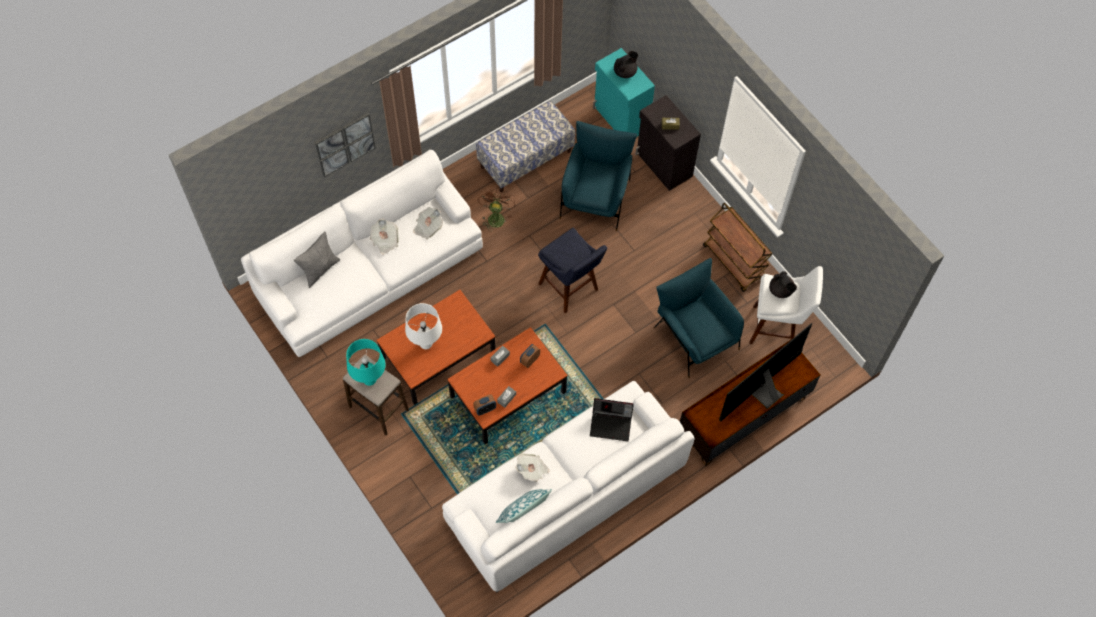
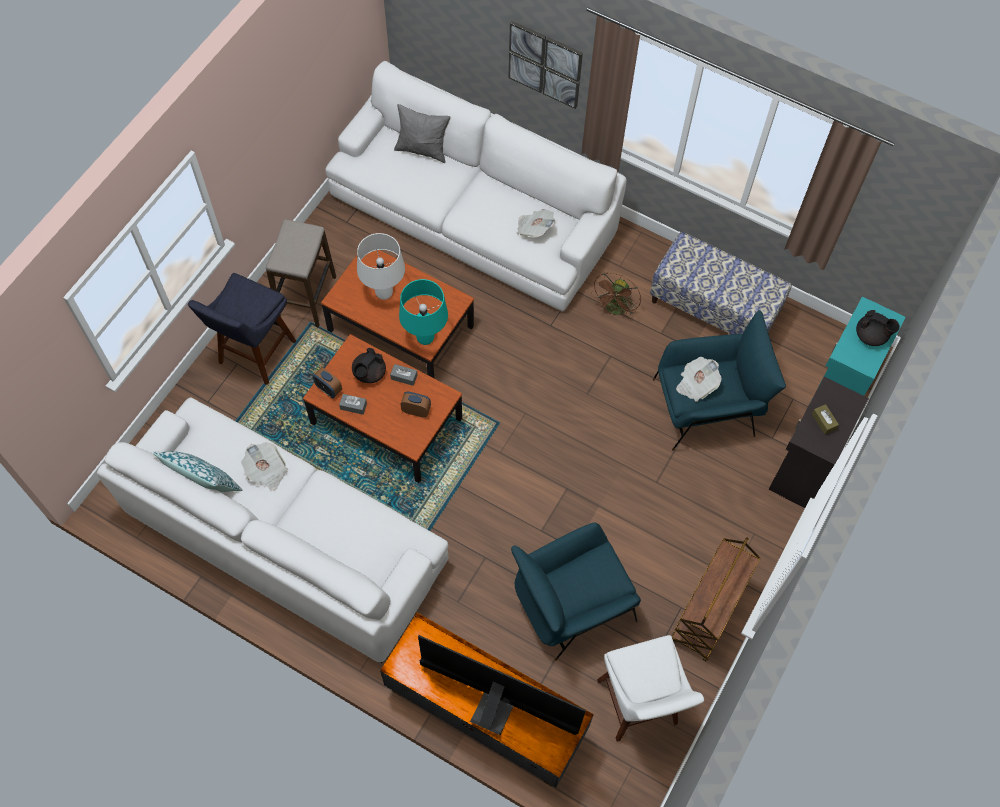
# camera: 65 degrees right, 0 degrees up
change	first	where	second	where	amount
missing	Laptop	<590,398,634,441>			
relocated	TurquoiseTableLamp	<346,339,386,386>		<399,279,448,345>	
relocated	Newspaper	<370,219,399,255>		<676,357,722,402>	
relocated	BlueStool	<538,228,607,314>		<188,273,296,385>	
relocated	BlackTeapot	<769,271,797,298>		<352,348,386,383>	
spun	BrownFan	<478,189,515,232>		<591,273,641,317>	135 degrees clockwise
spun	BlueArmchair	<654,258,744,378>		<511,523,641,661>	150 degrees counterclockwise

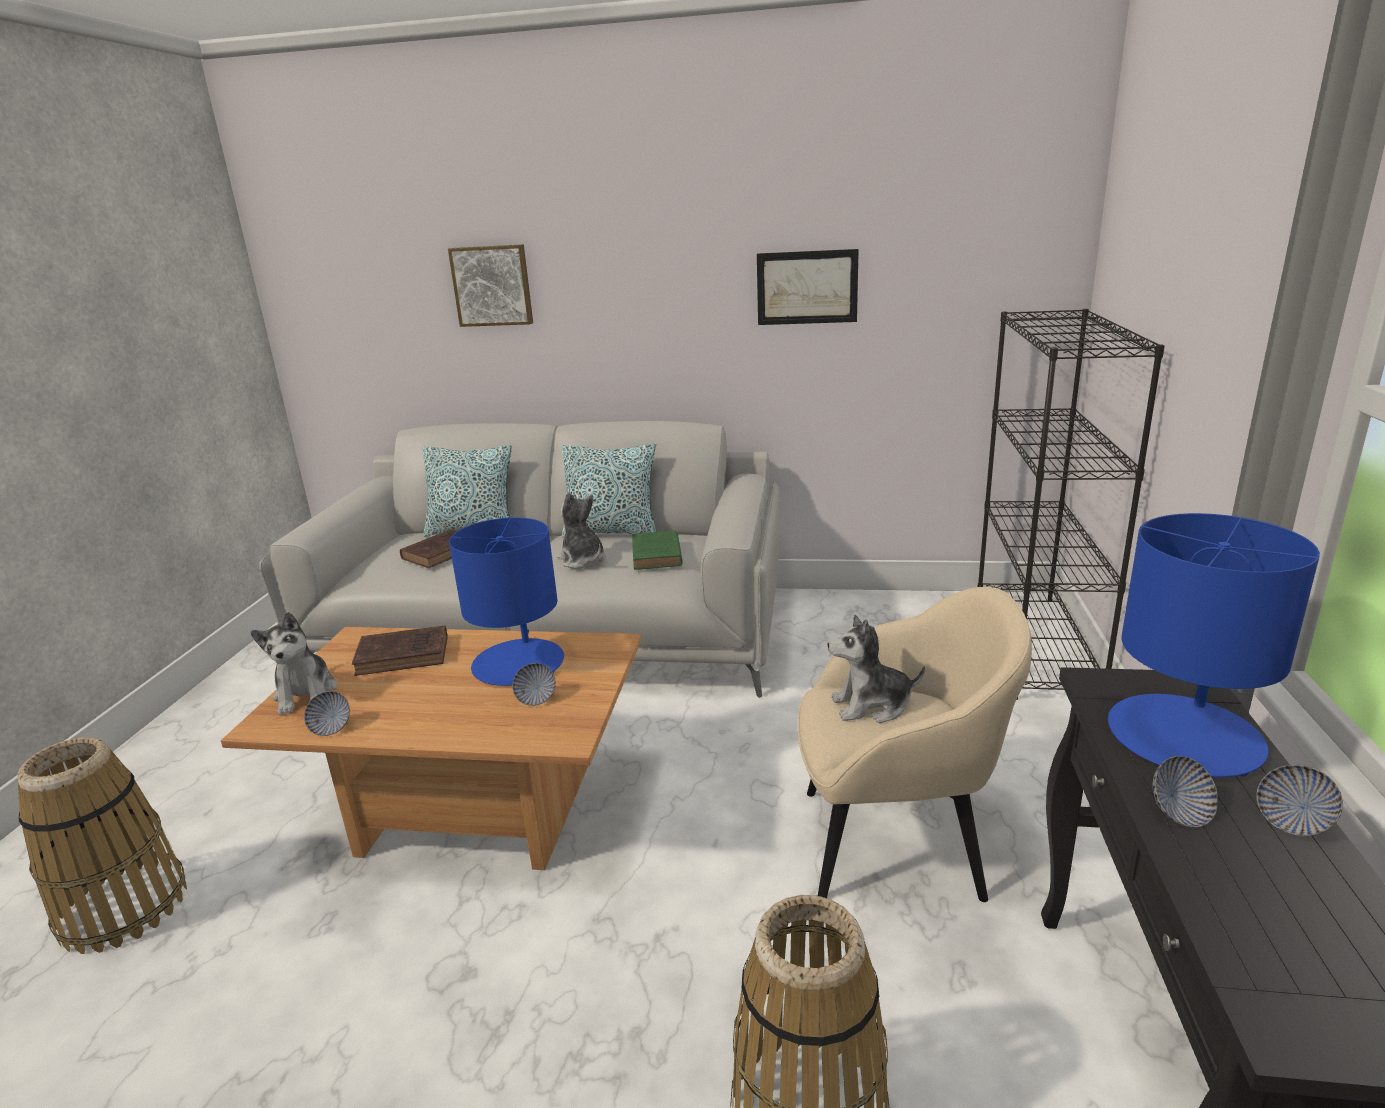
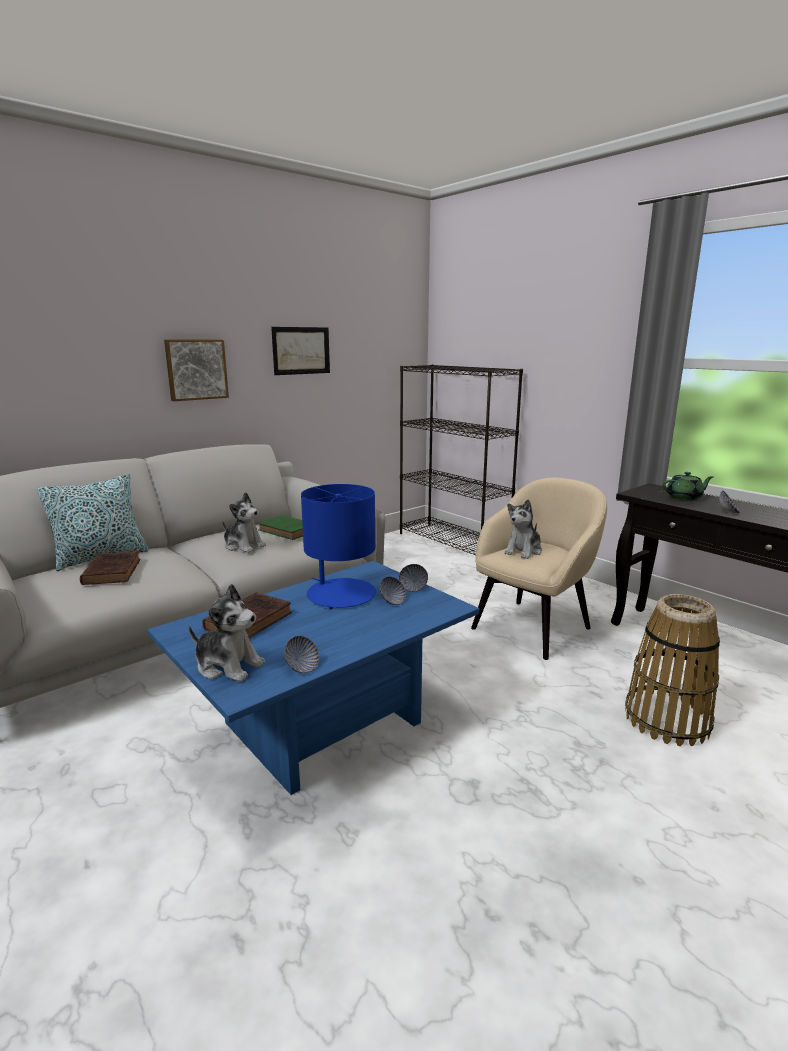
# camera: 50 degrees left, 5 degrees down
change	first	where	second	where	amount
missing	Basket	<17,737,187,954>			
missing	Pillow	<561,443,656,537>			
relocated	Picture	<448,244,533,327>		<164,340,229,401>	
relocated	Bowl	<1256,765,1343,836>		<399,564,428,592>	
exchanged	BlueTableLamp	<1108,513,1320,777>	GreenTeapot	<662,472,713,500>	
colour	BrownCoffeeTable	<221,627,641,870>	BlueCoffeeTable	<148,561,479,795>	
spun	PlushToy	<557,492,606,569>		<222,492,266,553>	150 degrees counterclockwise

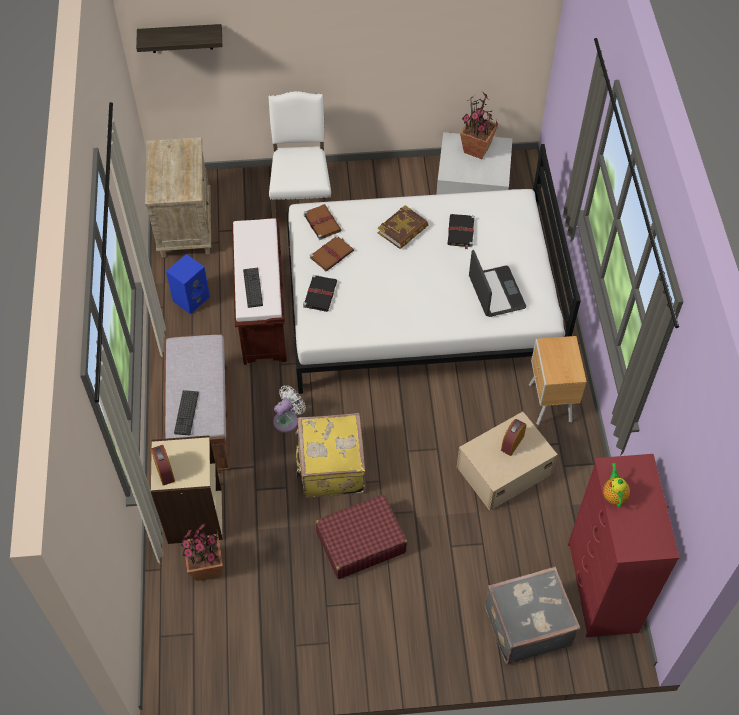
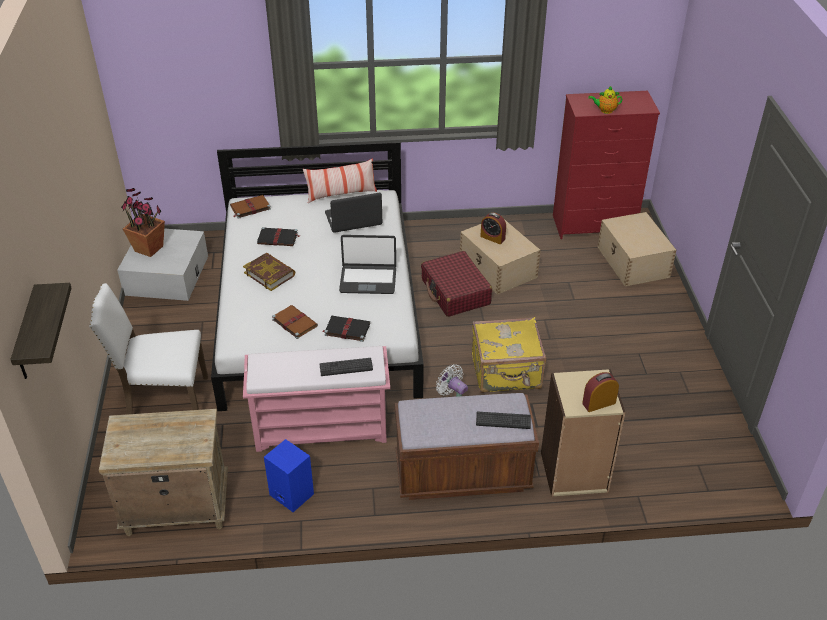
# camera: 90 degrees left, 15 degrees down
change	first	where	second	where	amount
missing	PottedPlant	<181,523,223,581>			
missing	BrownNightstand	<529,336,587,425>			
appeared			Pillow	<303,158,377,203>	
appeared			Laptop	<339,235,396,294>	
relocated	BrownBook	<304,204,342,240>		<230,195,271,219>	
relocated	RedSuitcase	<316,494,407,579>		<421,251,492,317>	
exchanged	GreySuitcase	<485,567,580,664>	BeigeStorageBox	<598,212,676,286>	
colour	BrownBench	<232,218,287,365>	PinkBench	<243,346,390,452>	

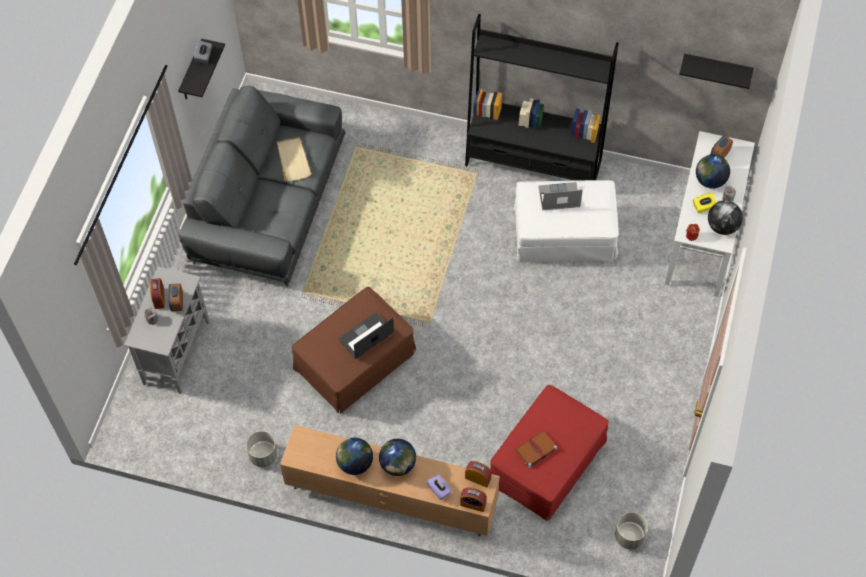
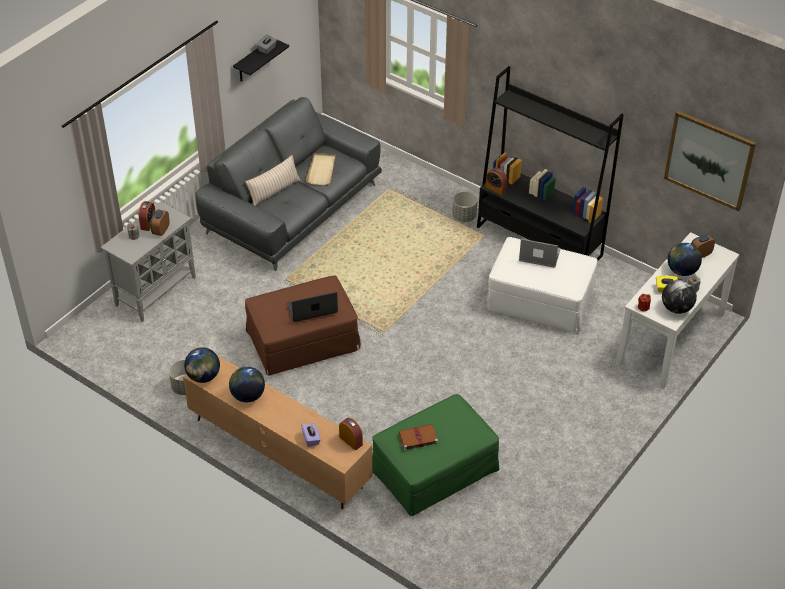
# camera: 20 degrees right, 15 degrees down
change	first	where	second	where	amount
appeared			BeigePillow	<245,155,301,206>	
relocated	Globe	<379,439,416,476>		<184,347,220,383>	
relocated	AlarmClock	<460,487,487,512>		<486,168,507,195>	
relocated	GreyPlanter	<615,512,648,549>		<452,192,478,222>	
exchanged	BlackShelf	<679,54,754,89>	Picture	<664,111,756,211>	
colour	RedOttoman	<490,385,609,521>	GreenOttoman	<372,394,499,516>	

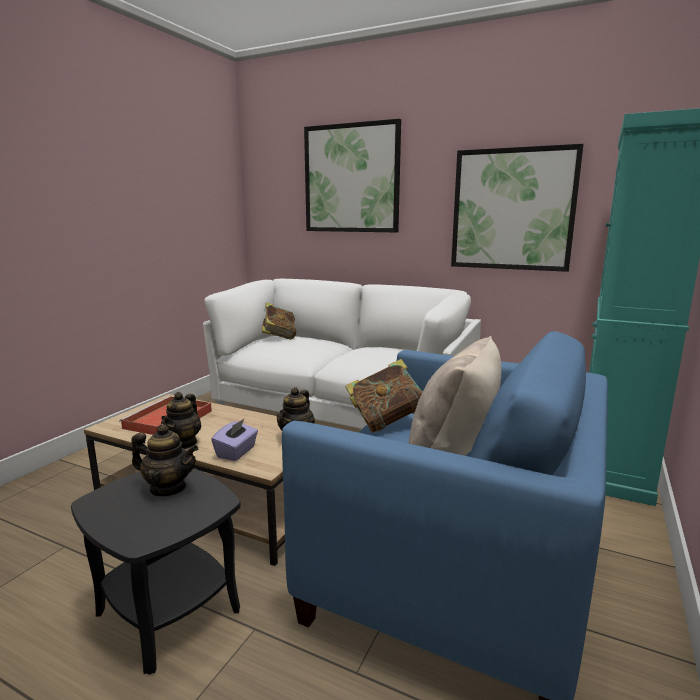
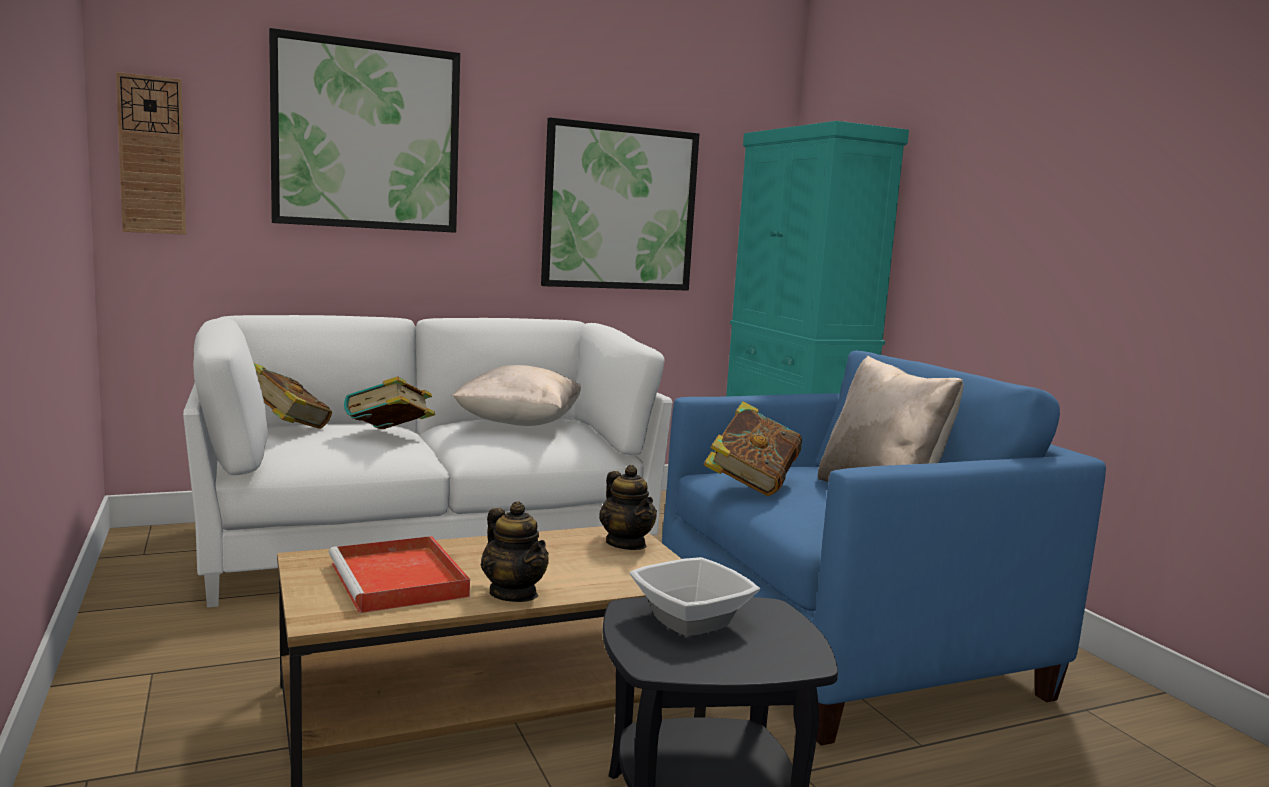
# camera: 50 degrees left, 5 degrees down
change	first	where	second	where	amount
missing	PurpleTissueBox	<211,419,258,461>			
appeared			WallClock	<116,72,186,235>	
appeared			Book	<344,376,435,429>	
appeared			BeigePillow	<452,365,581,426>	
exchanged	Teapot	<132,424,198,496>	Bowl	<629,557,760,636>	

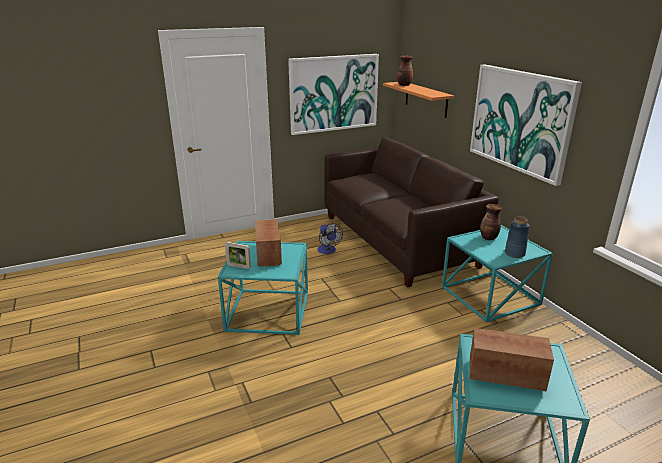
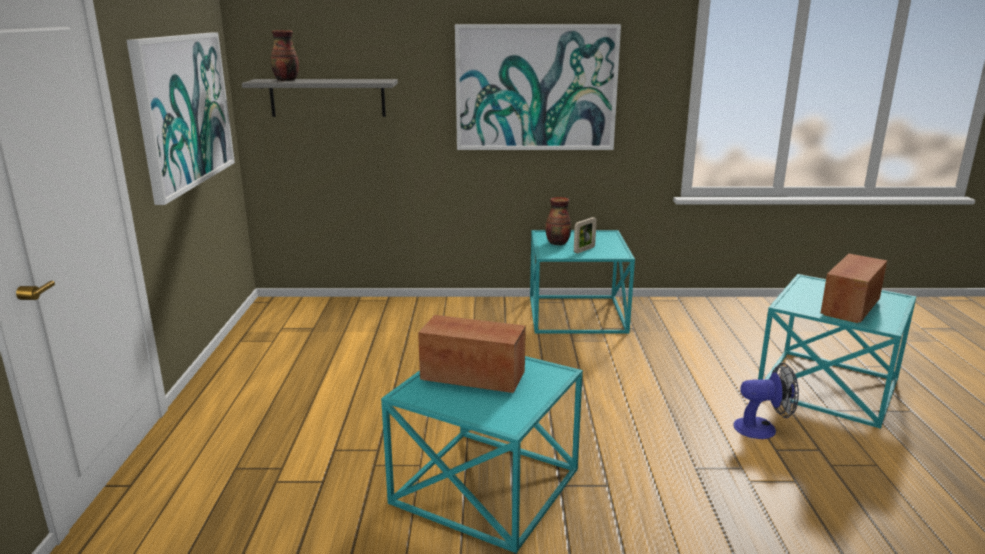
# camera: 65 degrees left, 5 degrees down
change	first	where	second	where	amount
missing	BrownSofa	<324,138,498,287>			
missing	BlueVase	<505,216,530,258>			
relocated	PictureFrame	<225,242,251,269>		<574,217,597,253>	
relocated	Fan	<318,223,343,254>		<733,363,799,439>	
colour	OrangeShelf	<383,82,454,118>	GreyShelf	<242,79,398,117>	

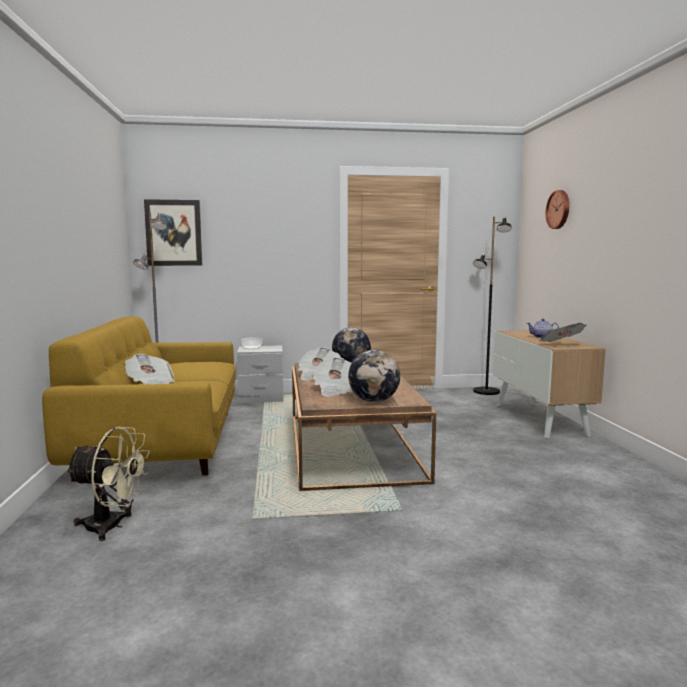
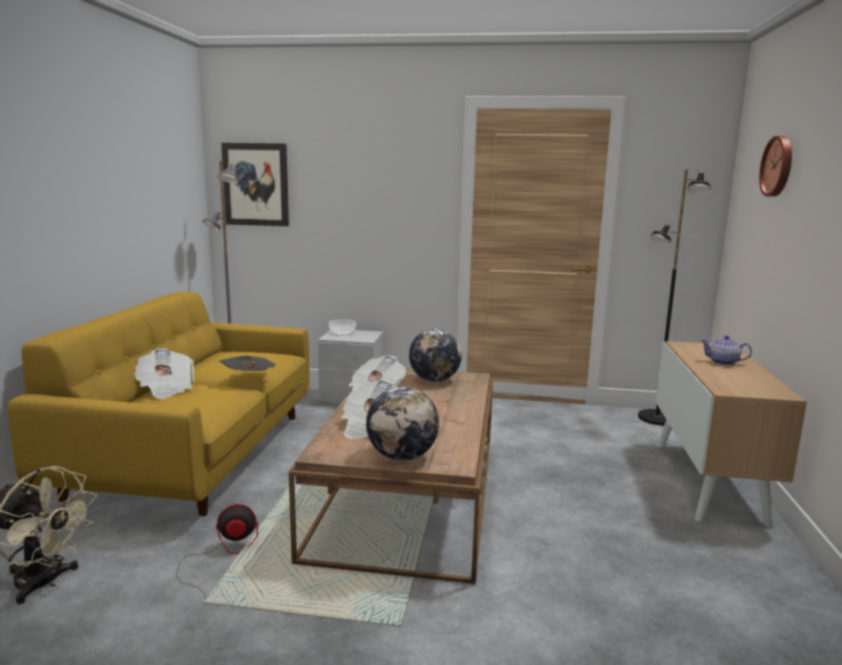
# camera: 15 degrees right, 5 degrees up
change	first	where	second	where	amount
appeared			Fan	<176,504,258,604>	
relocated	Newspaper	<539,323,587,342>		<219,356,276,371>	

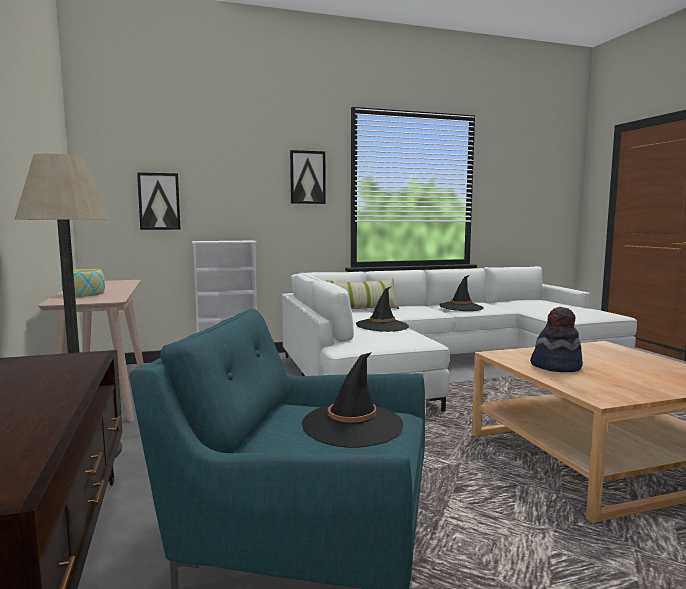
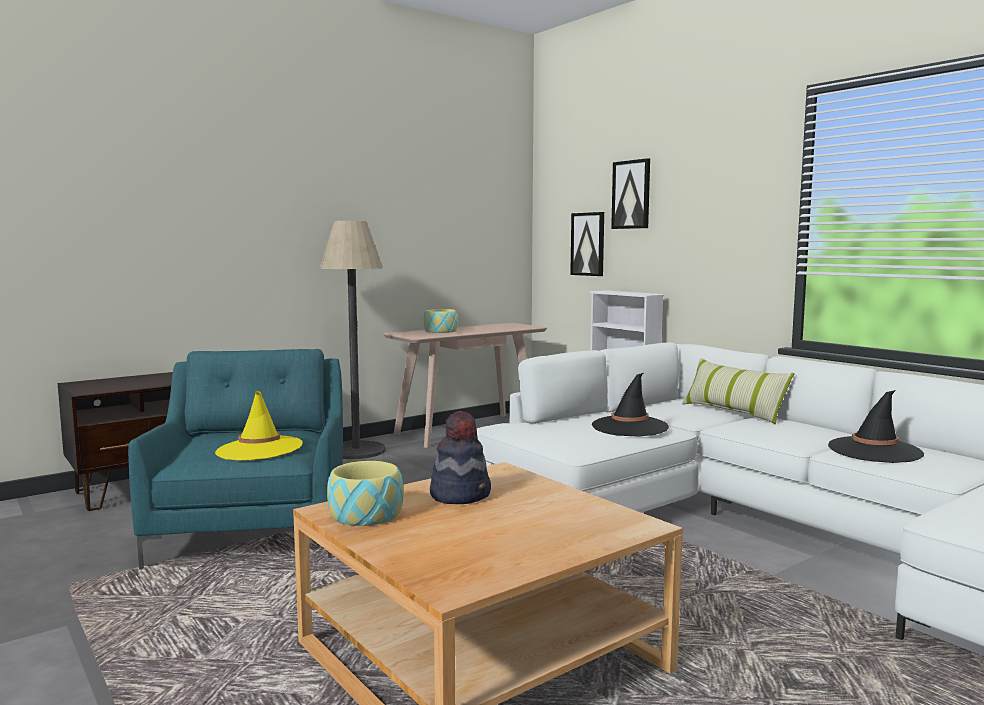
# camera: 70 degrees right, 0 degrees up
change	first	where	second	where	amount
appeared			Bowl	<327,461,403,526>	
relocated	Picture	<290,150,326,204>		<611,158,650,229>	
colour	BlackHat	<302,352,403,448>	YellowHat	<215,390,303,461>	

